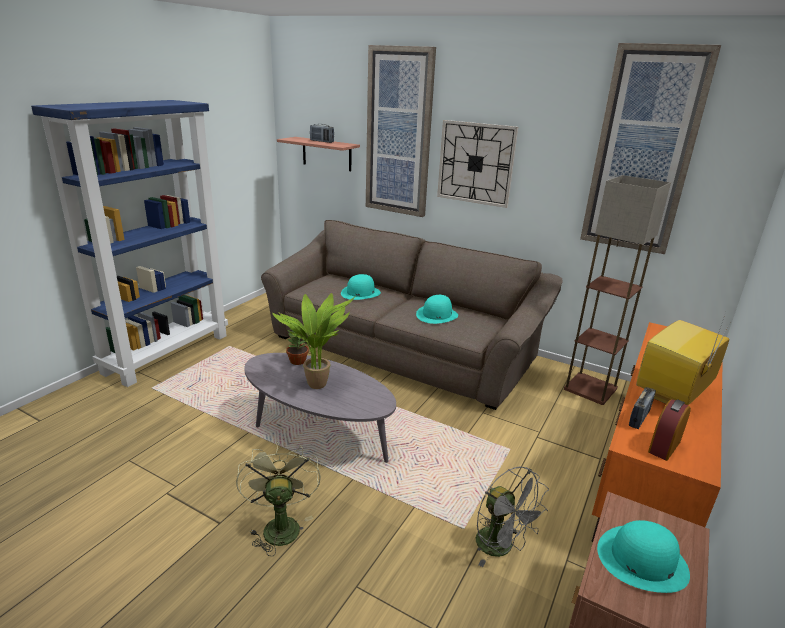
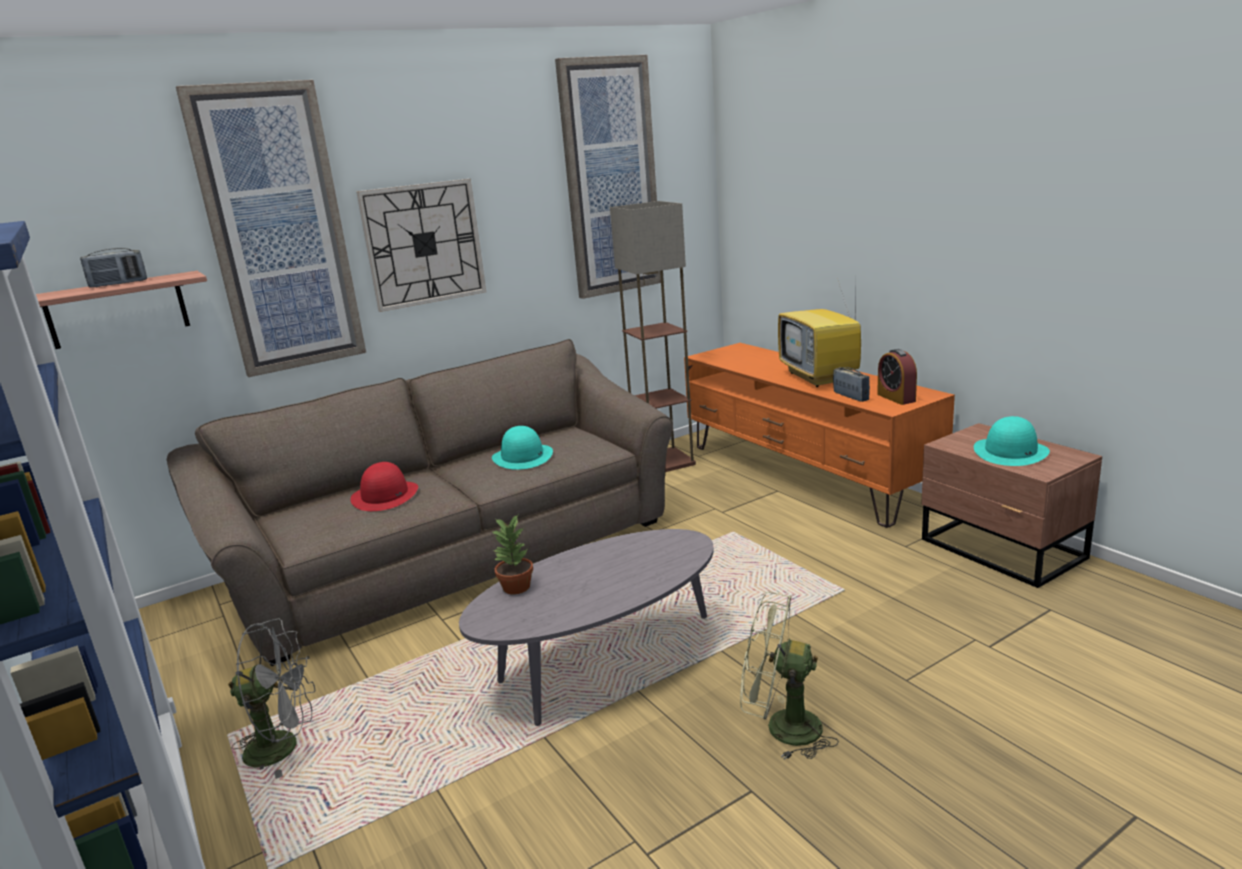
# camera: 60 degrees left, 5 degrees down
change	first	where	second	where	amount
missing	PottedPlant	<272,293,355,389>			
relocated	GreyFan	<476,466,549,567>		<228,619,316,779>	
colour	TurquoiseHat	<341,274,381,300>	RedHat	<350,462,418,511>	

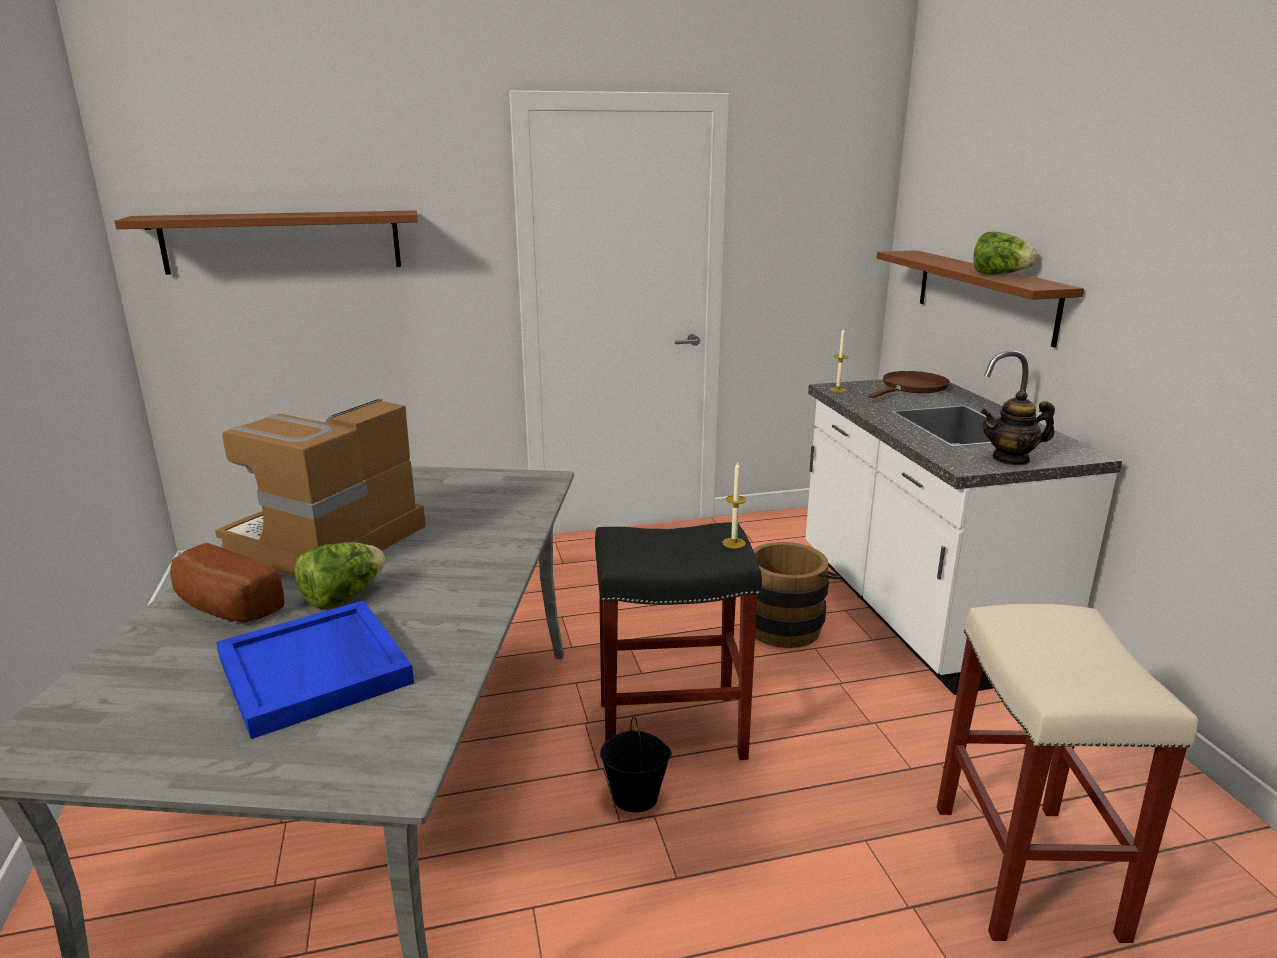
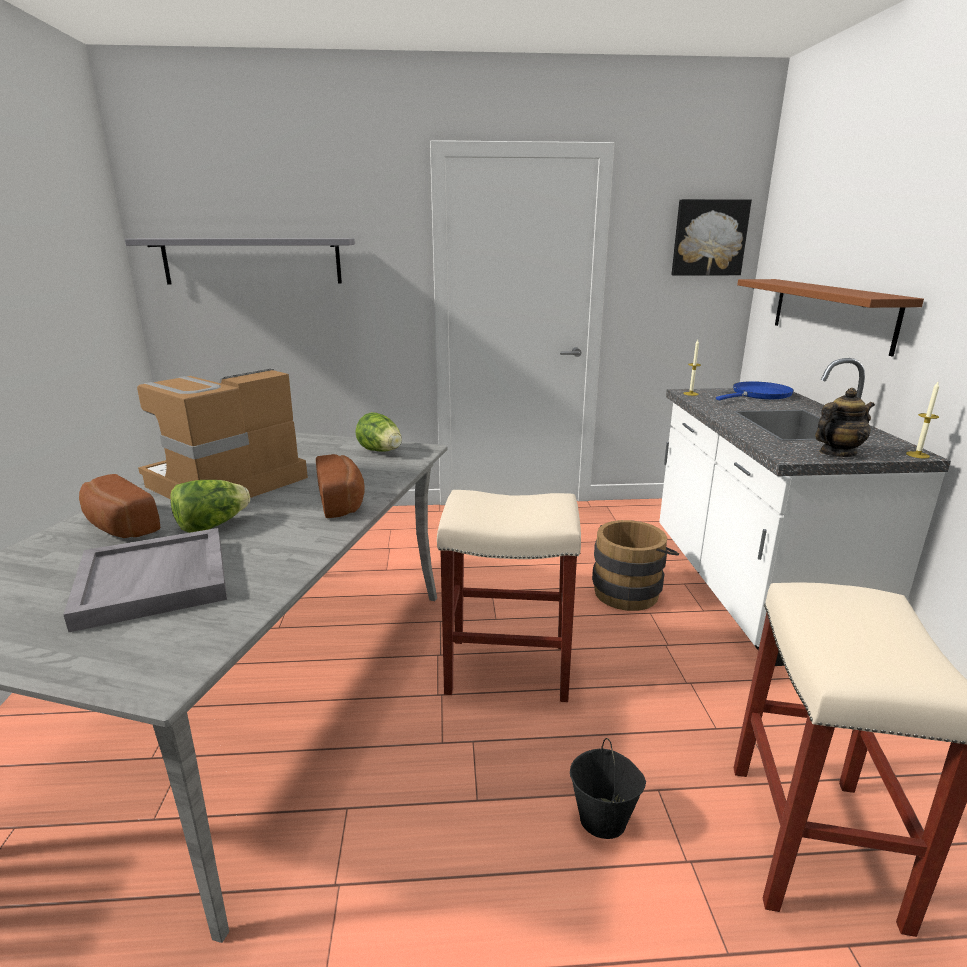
# camera: 10 degrees right, 0 degrees up
change	first	where	second	where	amount
appeared			Bread	<316,454,365,518>	
appeared			Picture	<672,199,752,276>	
relocated	BlackBucket	<600,717,672,812>		<570,738,646,839>	
relocated	Candle	<722,462,746,548>		<906,382,939,458>	
relocated	Lettuce	<973,232,1037,275>		<355,412,402,452>	
colour	BrownShelf	<114,211,418,275>	GreyShelf	<125,238,355,284>	
colour	BlueTray	<216,600,414,739>	GreyTray	<63,528,227,632>	
colour	BlackStool	<595,522,762,760>	BeigeStool	<437,490,581,702>	
colour	BrownFryingPan	<869,371,950,398>	BlueFryingPan	<716,381,794,400>	
spun	Teapot	<980,390,1055,465>		<815,388,875,457>	150 degrees clockwise

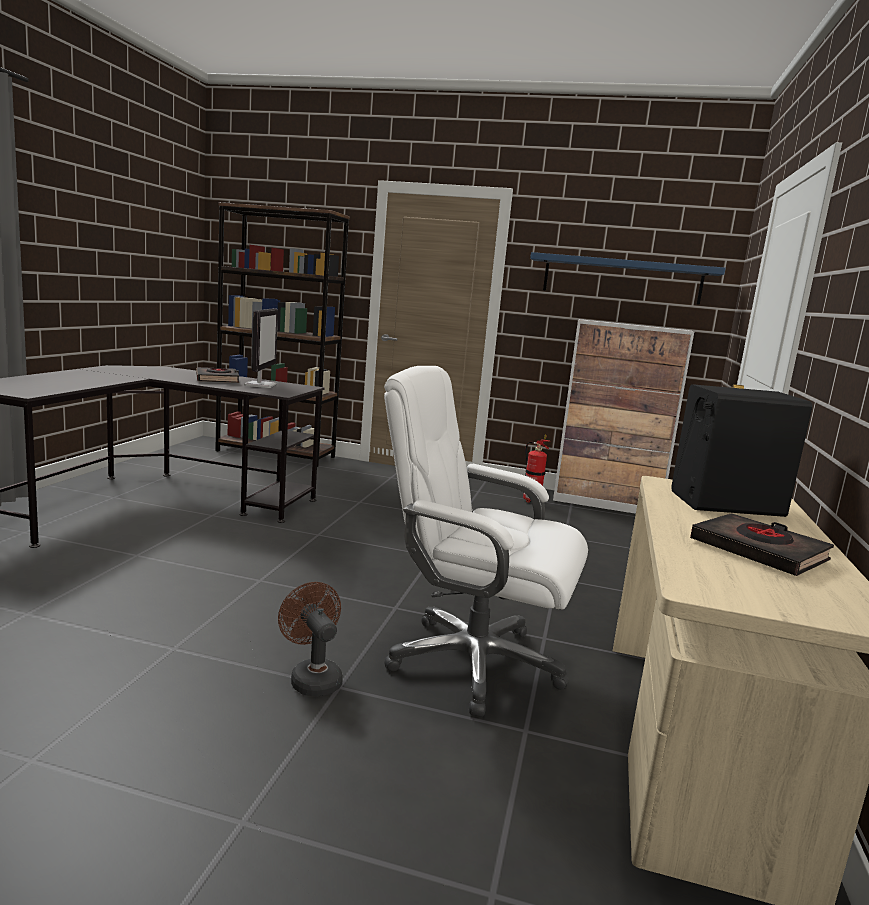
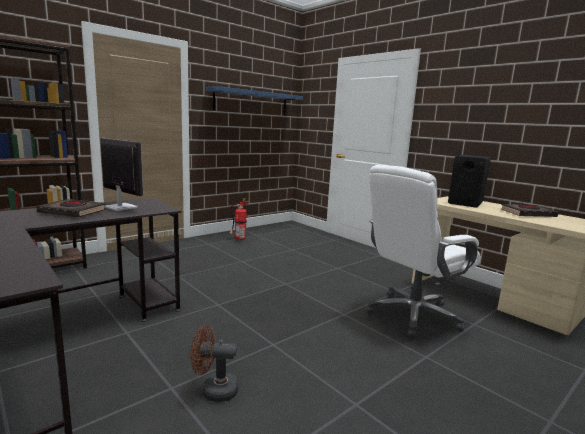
# camera: 55 degrees left, 0 degrees up
change	first	where	second	where	amount
missing	Cabinet	<553,319,694,514>			
relocated	BrownFan	<278,582,343,697>		<190,325,239,402>	

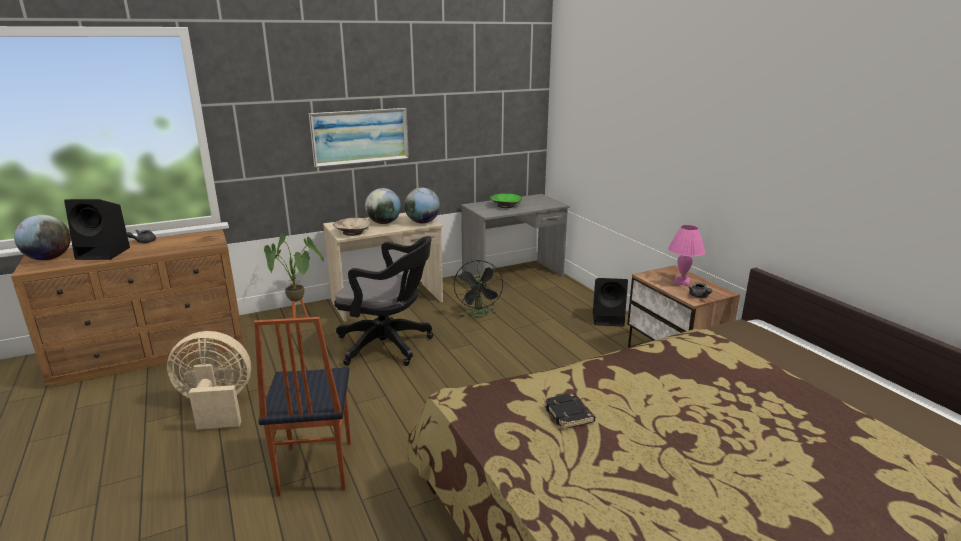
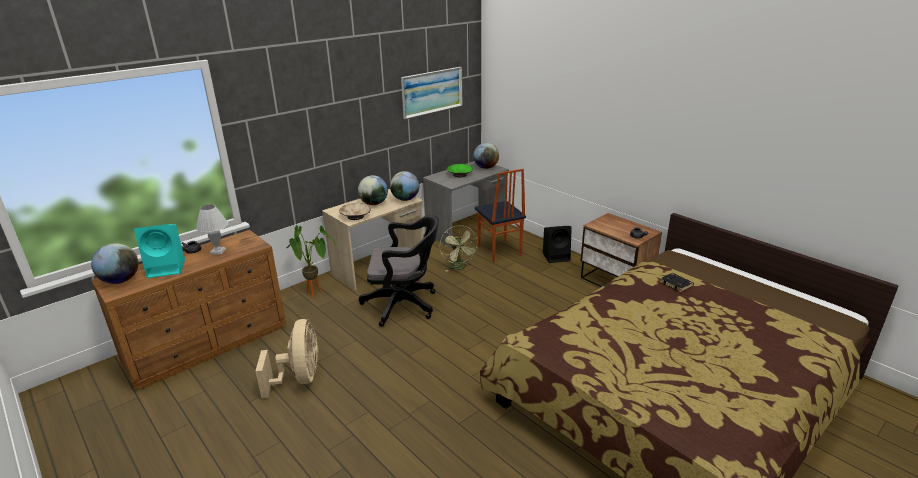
# camera: 15 degrees left, 5 degrees up
change	first	where	second	where	amount
missing	PinkTableLamp	<668,225,705,286>			
appeared			WhiteTableLamp	<196,205,228,255>	
appeared			Globe	<473,143,499,169>	
relocated	Chair	<254,317,351,496>		<475,169,526,262>	
relocated	Picture	<309,108,409,168>		<401,67,463,119>	
relocated	BlackBook	<543,393,595,430>		<660,273,694,292>	
colour	BlackSpeaker	<64,199,130,260>	TurquoiseSpeaker	<134,224,185,278>	
colour	BlackFan	<454,260,503,317>	GreenFan	<440,225,479,272>	
spun	BeigeFan	<167,331,251,430>		<255,319,318,398>	105 degrees clockwise

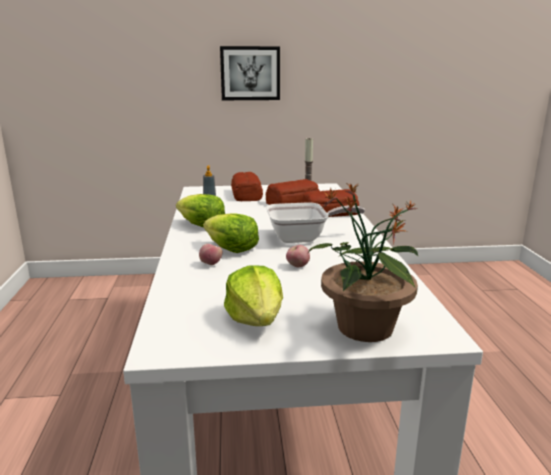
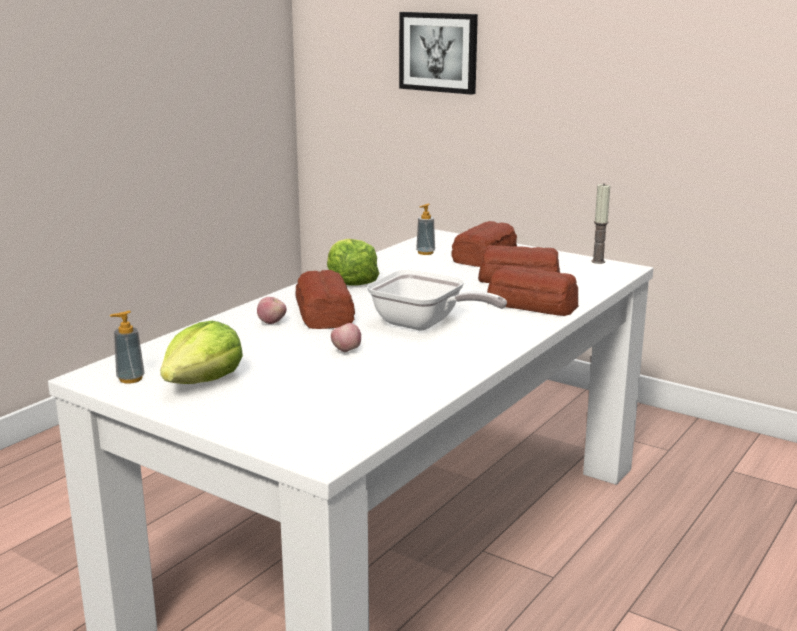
# camera: 40 degrees right, 0 degrees up
change	first	where	second	where	amount
missing	PottedPlant	<308,182,419,342>			
appeared			SoapDispenser	<110,311,145,384>	
relocated	Picture	<220,46,280,100>		<399,12,478,95>	
exchanged	Lettuce	<203,214,259,253>	Bread	<296,270,355,329>	

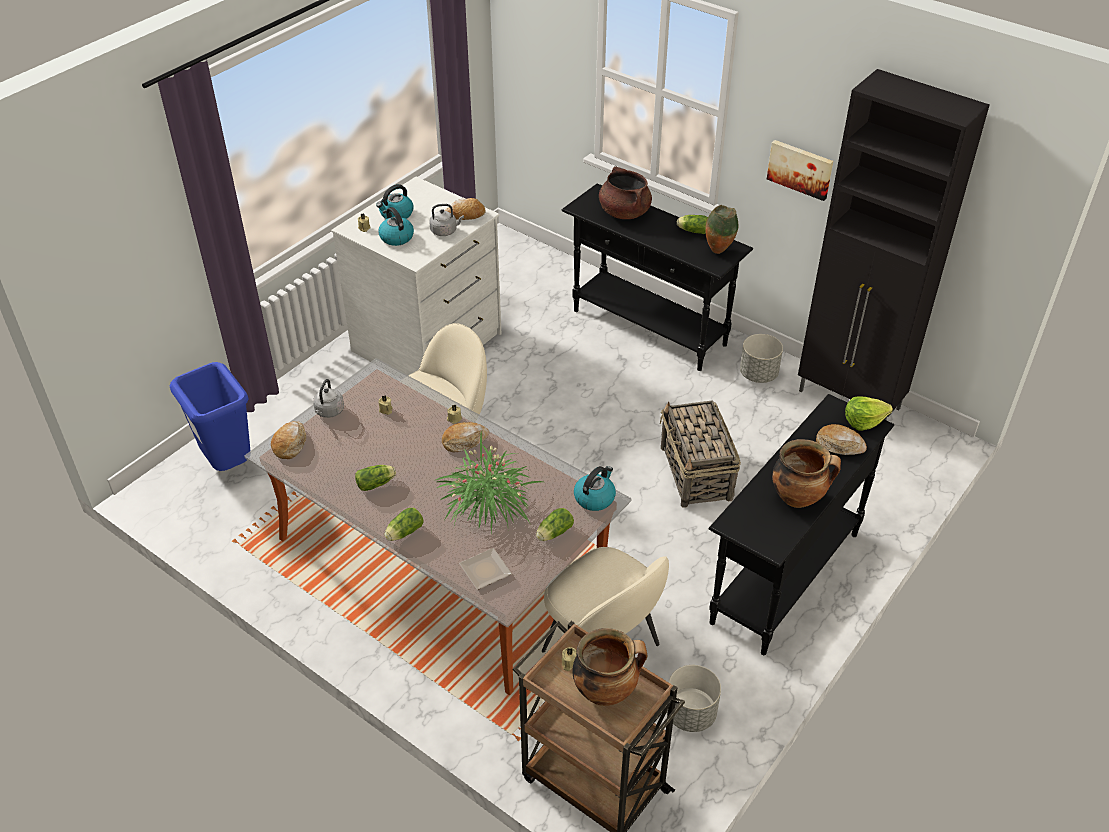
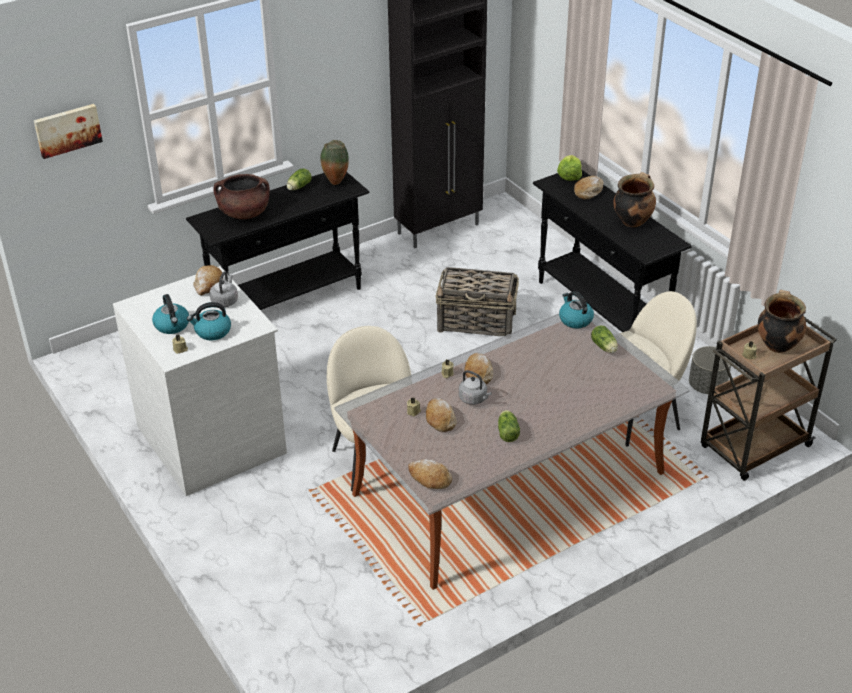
# camera: 70 degrees left, 5 degrees down
change	first	where	second	where	amount
missing	BlueTrashCan	<170,362,250,471>			
missing	Lettuce	<384,508,424,541>			
missing	PottedPlant	<434,432,543,533>			
missing	Plate	<459,548,512,590>			
missing	GreyPlanter	<740,334,783,383>			
appeared			Bread	<426,398,457,432>	
relocated	GreyKettle	<313,379,344,418>		<459,370,492,405>	
relocated	Picture	<767,140,833,201>		<34,104,103,159>	

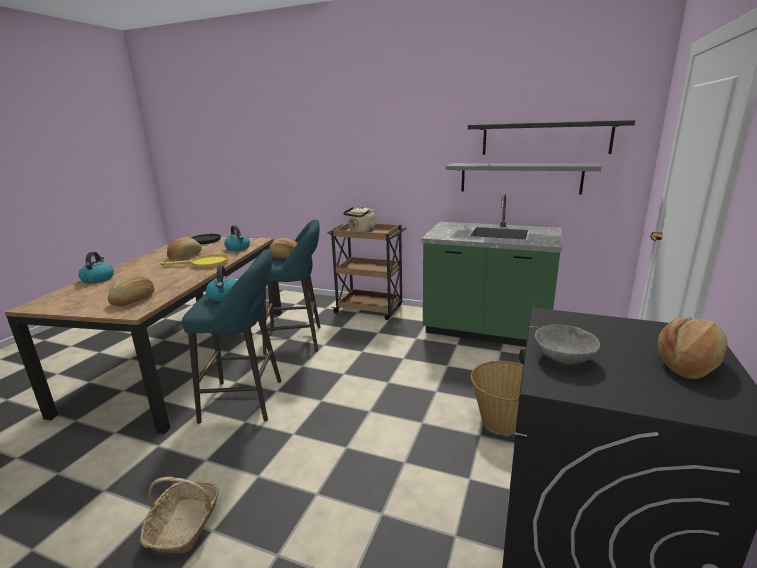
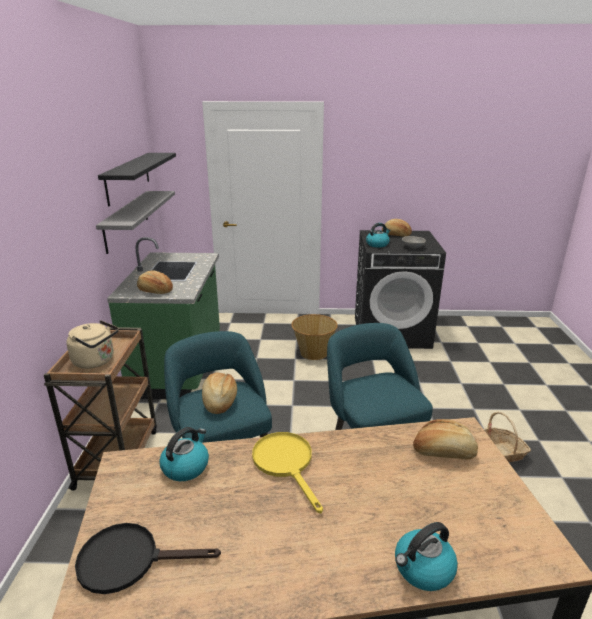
# camera: 110 degrees left, 5 degrees up
change	first	where	second	where	amount
relocated	Bread	<167,237,202,259>		<137,270,173,294>	
relocated	Kettle	<206,265,237,302>		<366,223,390,248>	

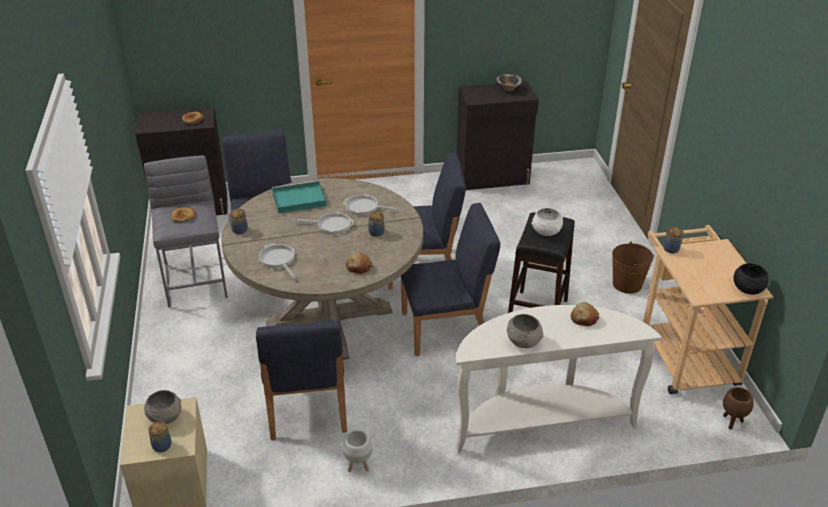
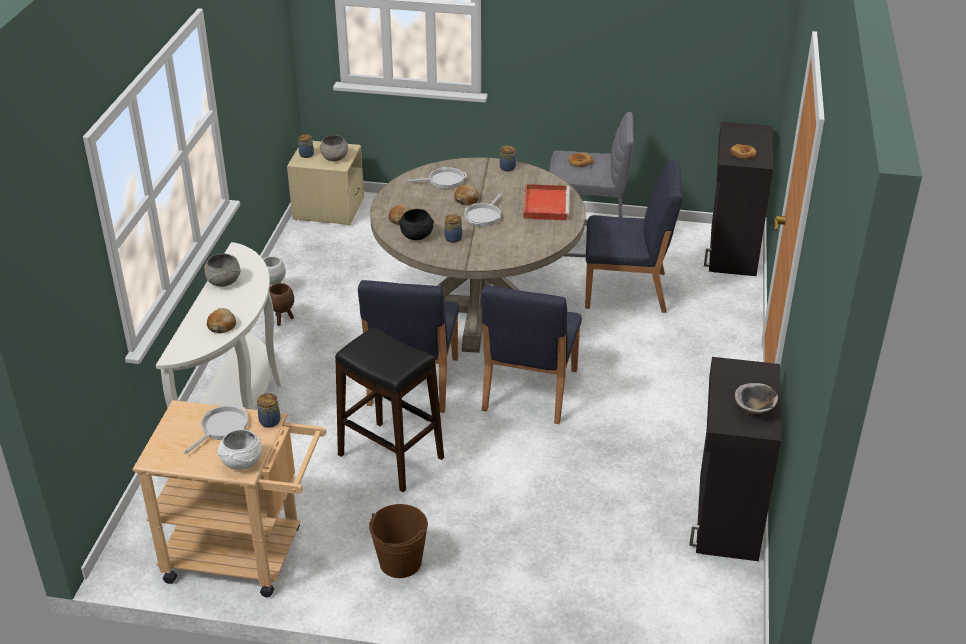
# camera: 110 degrees right, 0 degrees up
change	first	where	second	where	amount
missing	BlueChair	<256,320,347,440>			
appeared			Bread	<454,184,480,205>	
relocated	FryingPan	<343,194,400,216>		<183,405,248,454>	
relocated	WhiteBowl	<531,208,563,236>		<218,429,262,470>	
relocated	BrownPlanter	<723,387,754,430>		<269,283,294,326>	
relocated	BlackBowl	<733,263,769,295>		<400,209,434,240>	
colour	TurquoiseTray	<272,180,327,213>	RedTray	<523,184,570,220>	

